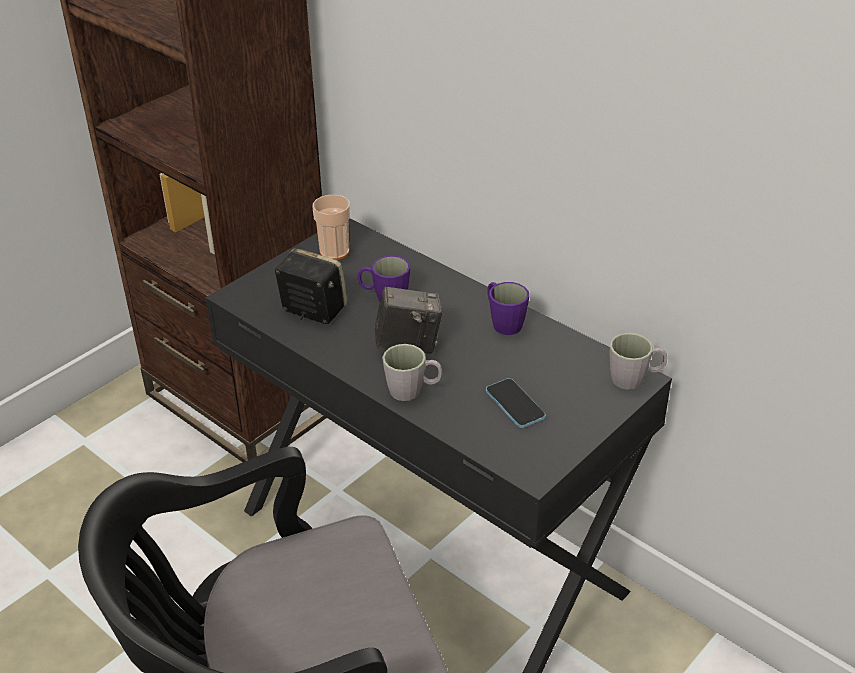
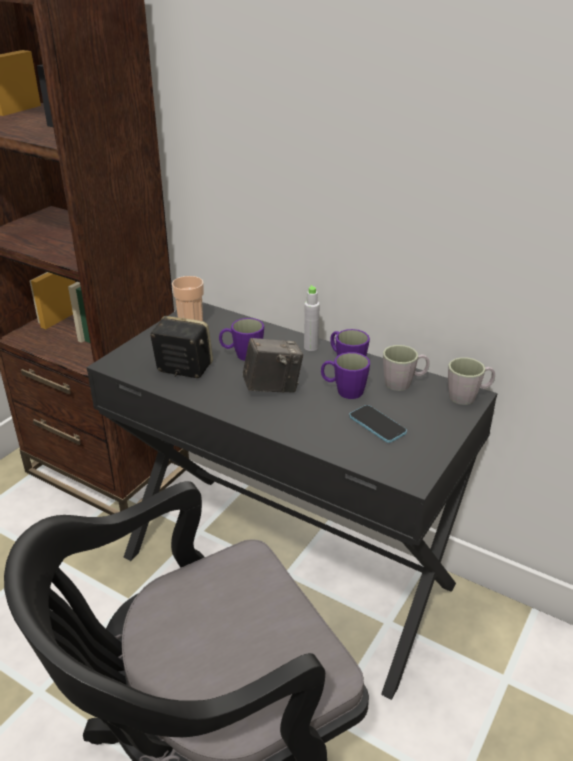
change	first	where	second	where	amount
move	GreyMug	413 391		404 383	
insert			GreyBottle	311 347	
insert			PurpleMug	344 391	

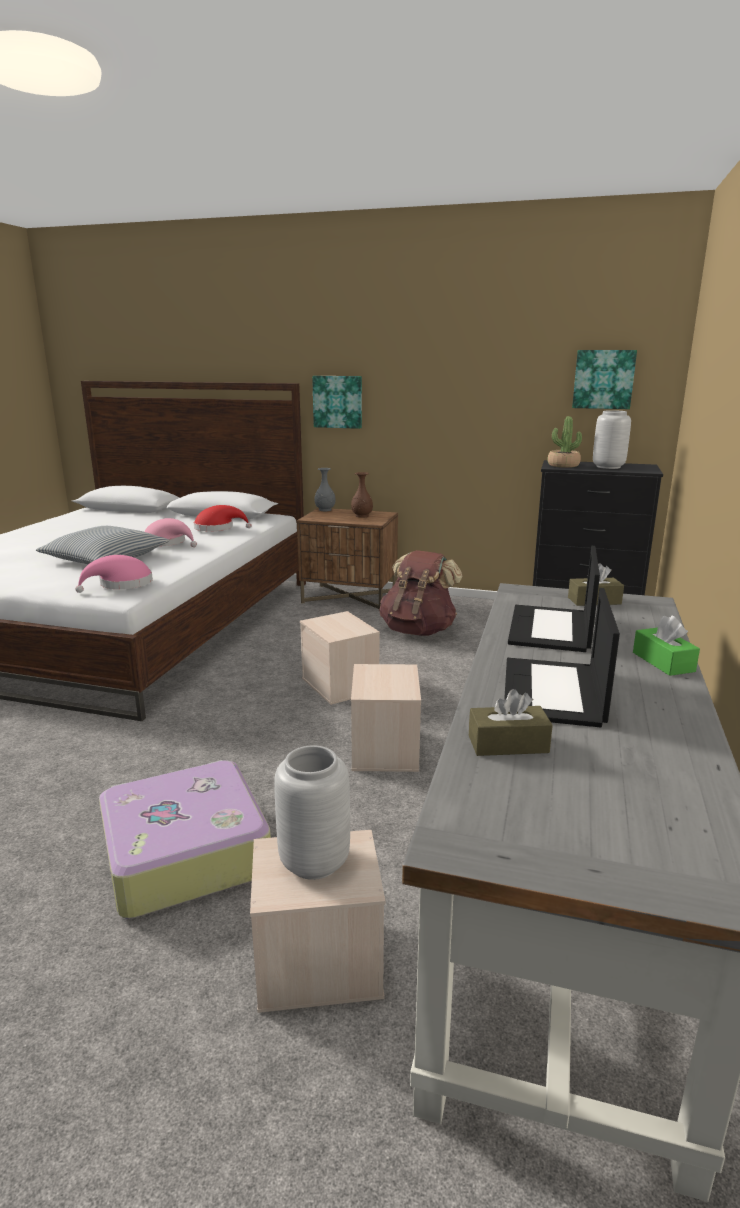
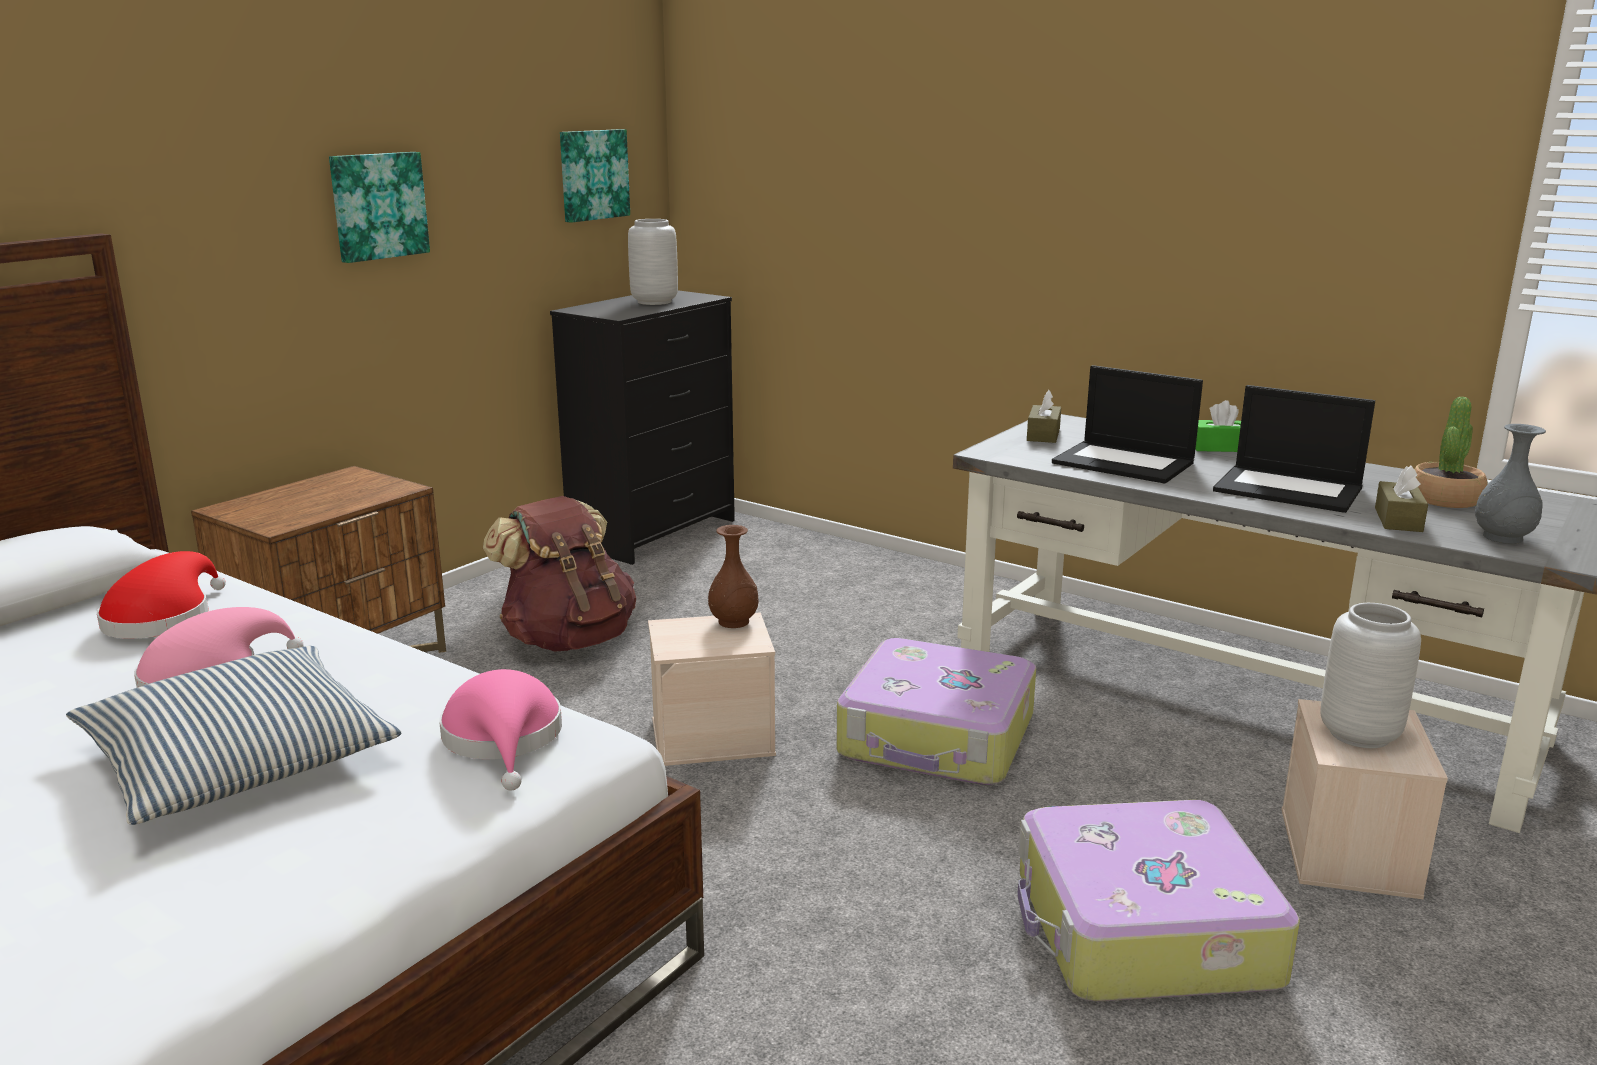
change	first	where	second	where	amount
move	Picture	338 401		378 206	
move	PottedPlant	563 465		1445 499	
move	GreyVase	324 510		1503 538	
move	BrownVase	361 516		734 622	
replace	BeigeStorageBox	386 750	Suitcase	938 737	

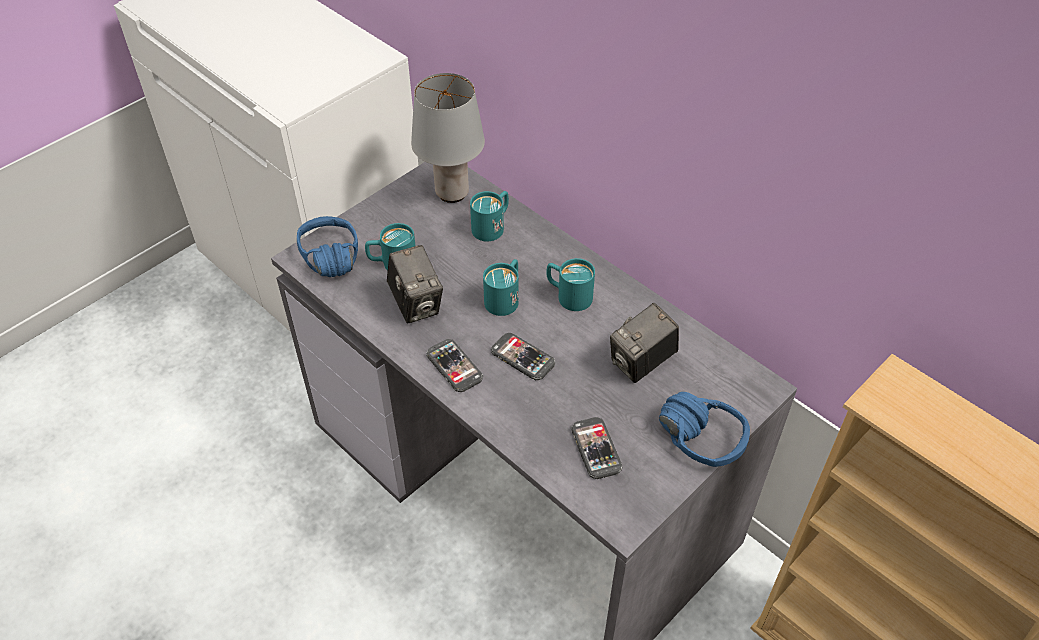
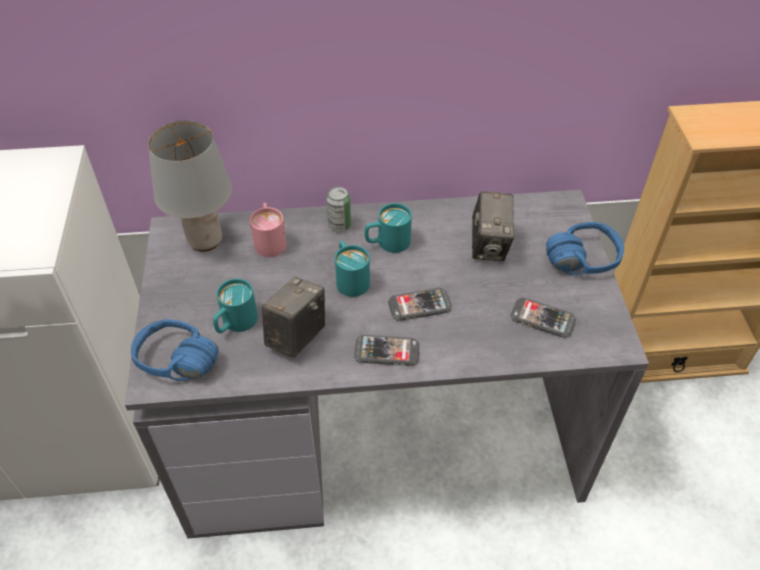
change	first	where	second	where	amount
recolor	TurquoiseMug	492 226	PinkMug	269 240	
rotate	PhotoCamera	416 304		296 335	75 degrees counterclockwise
insert			Can	339 225	

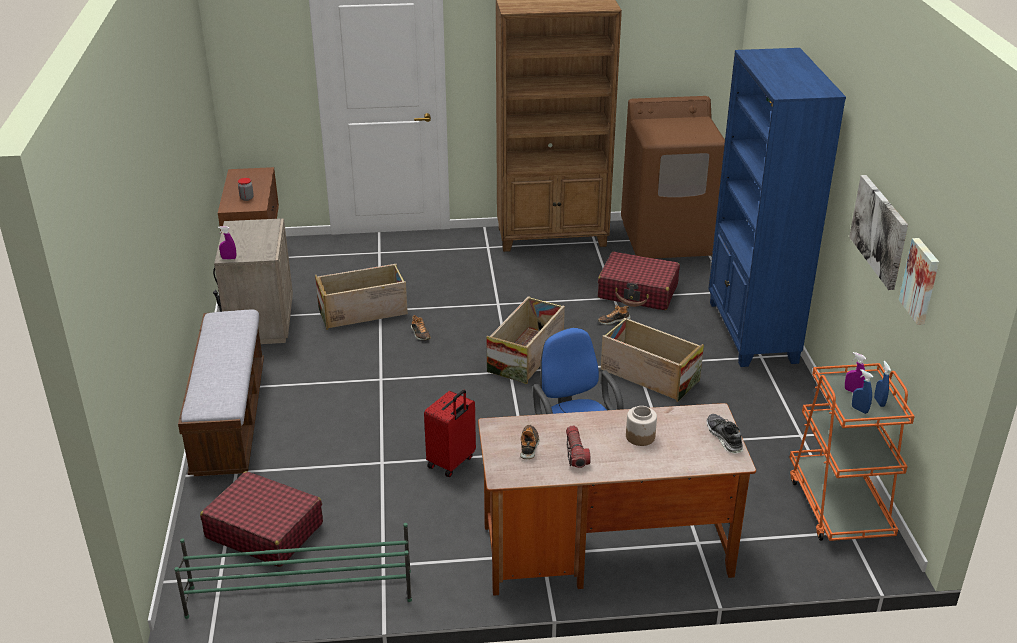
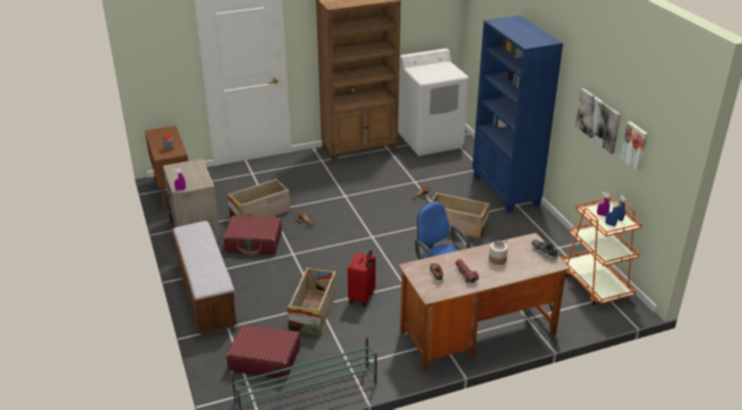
change	first	where	second	where	amount
recolor	BrownWashingMachine	667 238	WhiteWashingMachine	431 140	
move	RedSuitcase	638 292		254 242	
move	Crate	526 354		313 311	

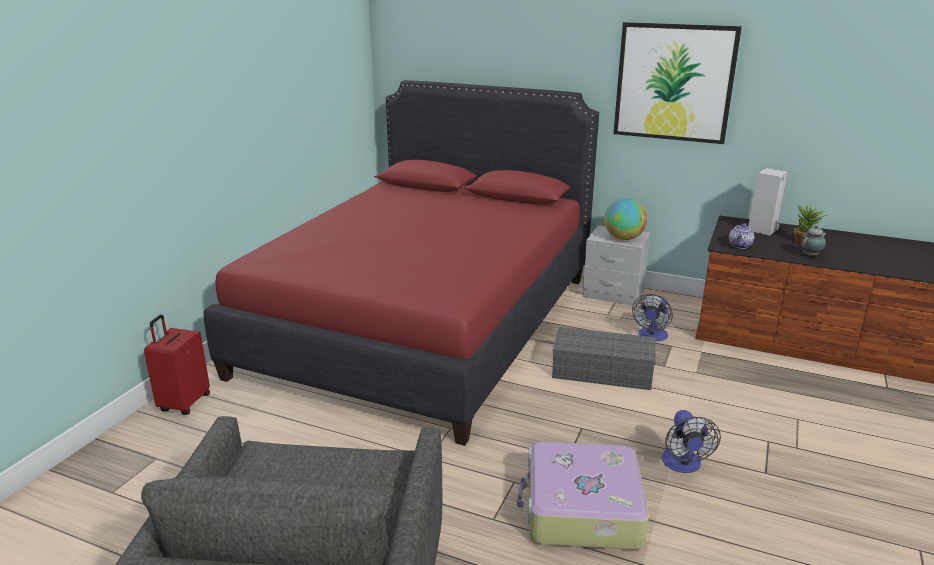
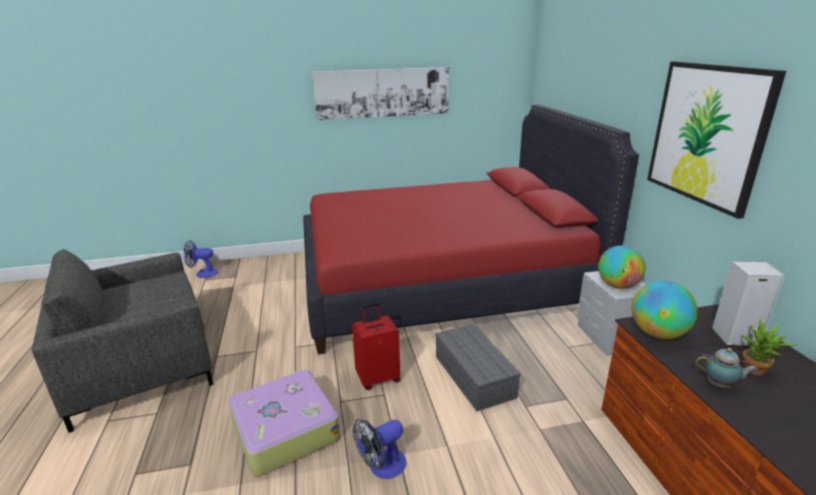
change	first	where	second	where	amount
replace	Teapot	740 246	Globe	658 334	
move	Fan	651 336		203 273	
move	RedSuitcase	184 403		378 378	
insert			Picture	382 93	

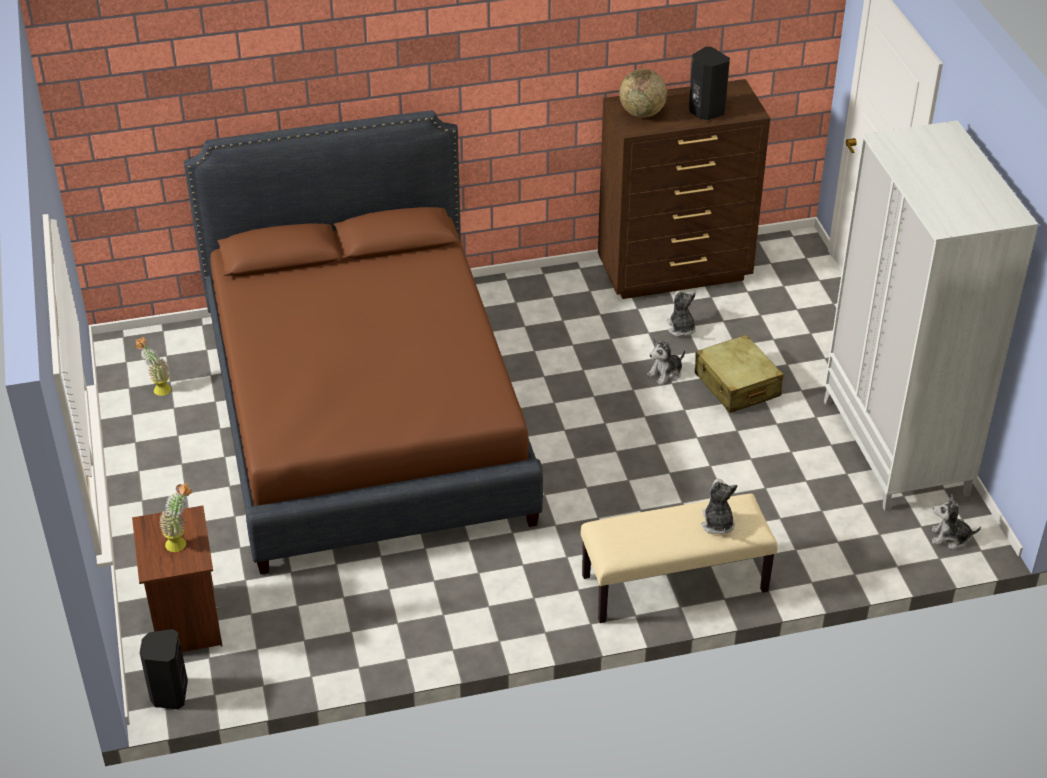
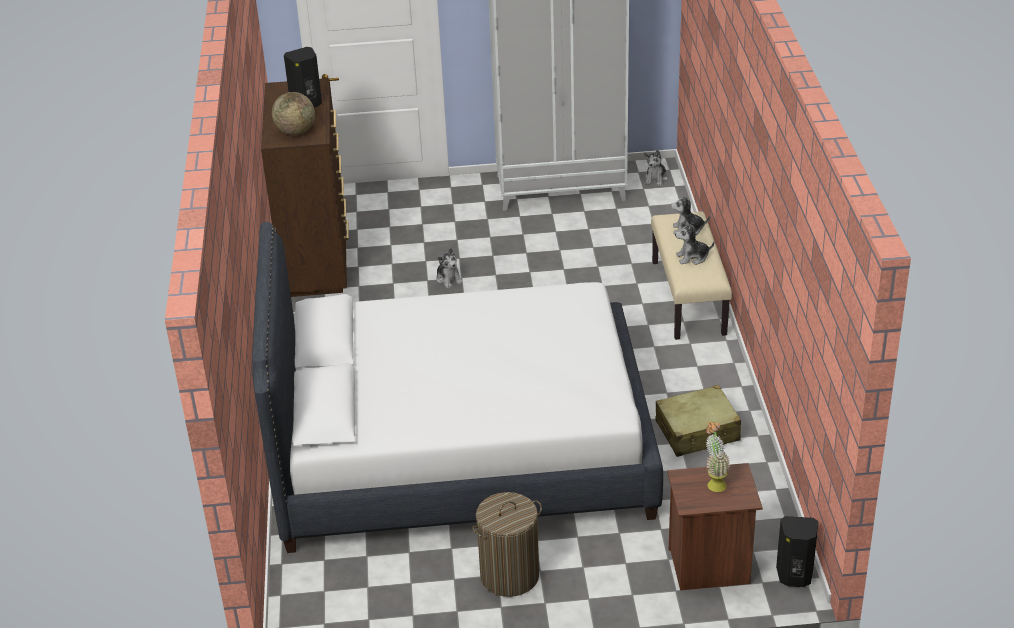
change	first	where	second	where	amount
recolor	BrownBed	366 418	WhiteBed	461 449	
move	PlushToy	681 328		692 257	
move	BeigeSuitcase	737 385		697 431	
delete	PottedPlant	158 389			
insert			LaundryBasket	509 576	

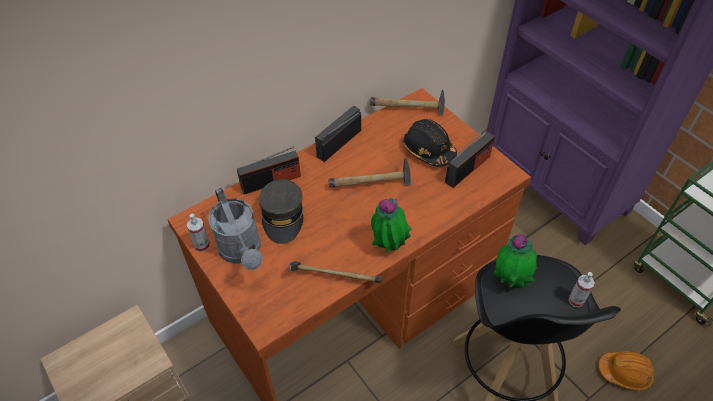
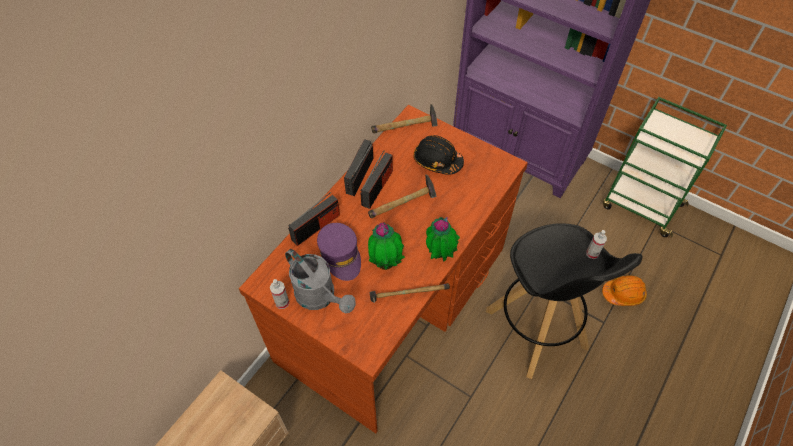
change	first	where	second	where	amount
move	Radio	468 169		377 188	
recolor	GreyCap	283 216	PurpleCap	340 255	
move	PottedPlant	510 281		386 263	

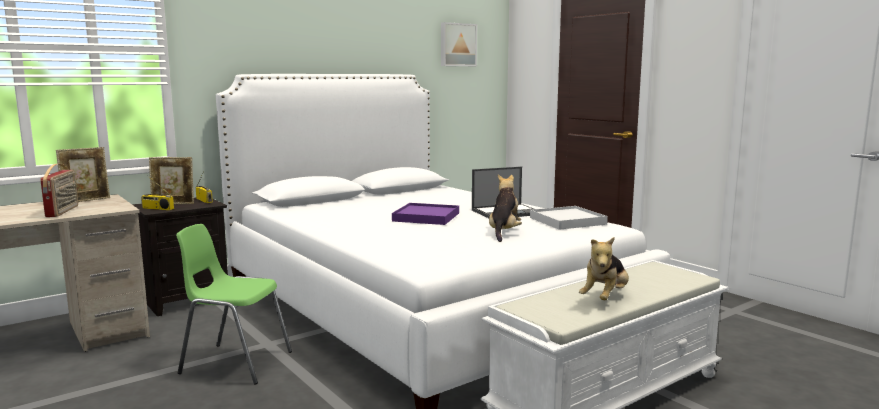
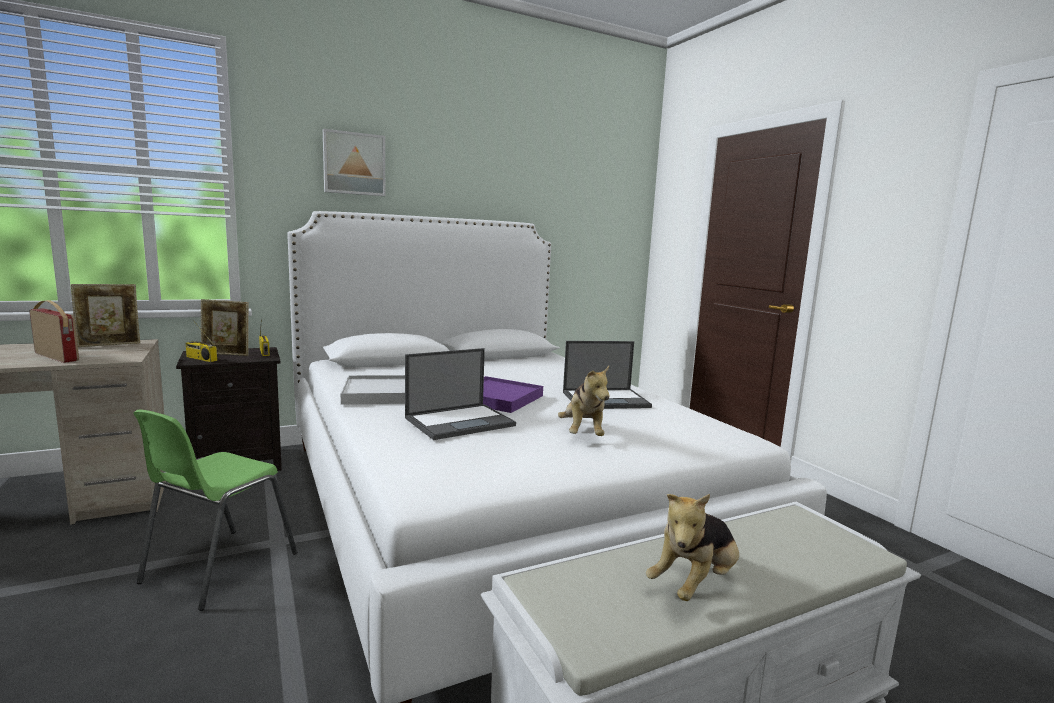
change	first	where	second	where	amount
move	Picture	457 45		354 164	
rotate	Radio	63 211		57 357	60 degrees counterclockwise
rotate	PlushToy	504 232		582 433	150 degrees clockwise
move	WhiteTray	567 221		380 394	
rotate	GreenChair	235 362		218 568	90 degrees counterclockwise
insert			Laptop	460 421	

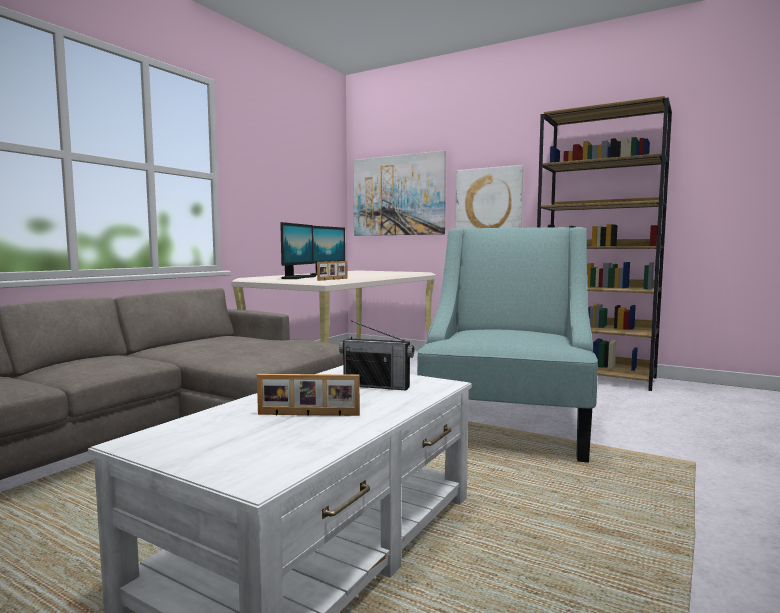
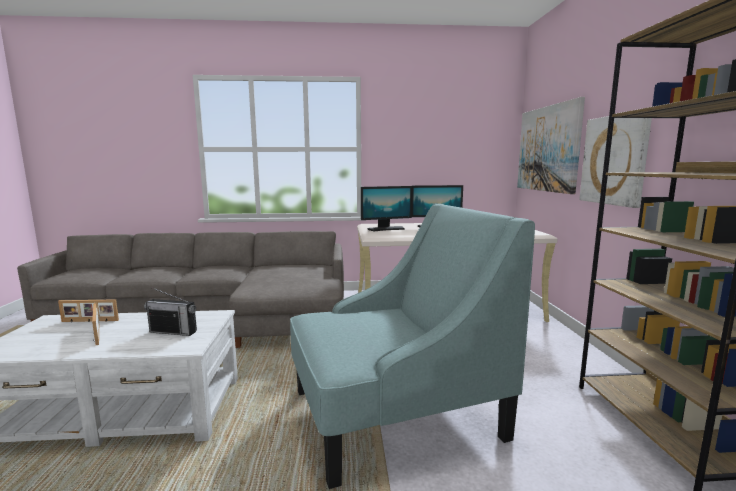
change	first	where	second	where	amount
move	PictureFrame	333 279		89 321	
rotate	Radio	377 386		173 332	60 degrees counterclockwise

